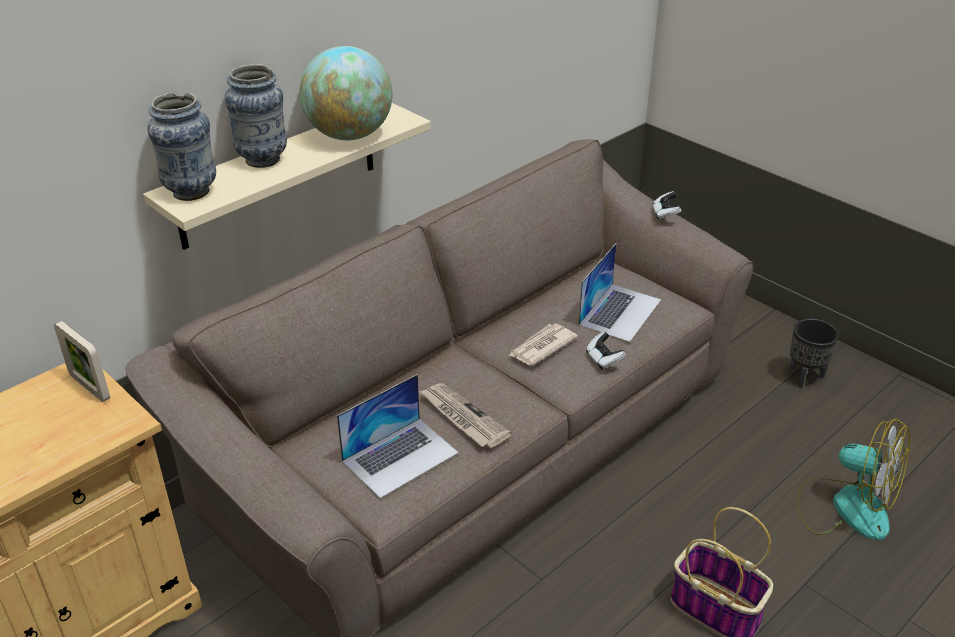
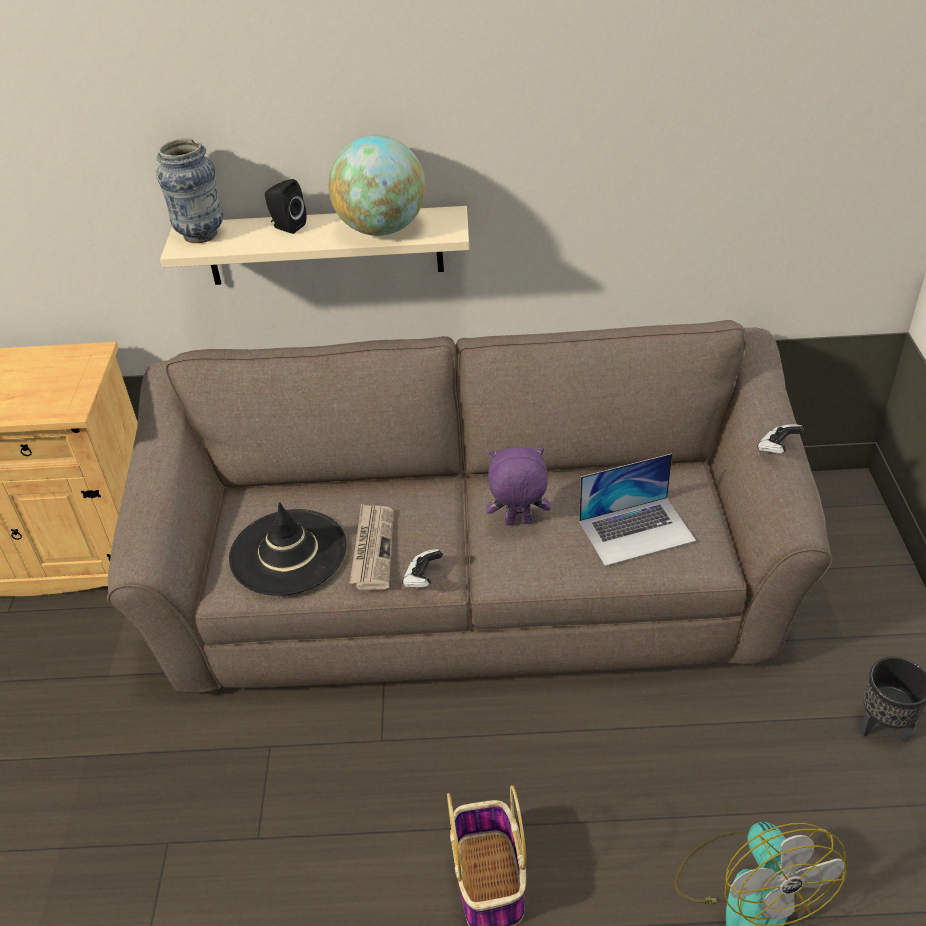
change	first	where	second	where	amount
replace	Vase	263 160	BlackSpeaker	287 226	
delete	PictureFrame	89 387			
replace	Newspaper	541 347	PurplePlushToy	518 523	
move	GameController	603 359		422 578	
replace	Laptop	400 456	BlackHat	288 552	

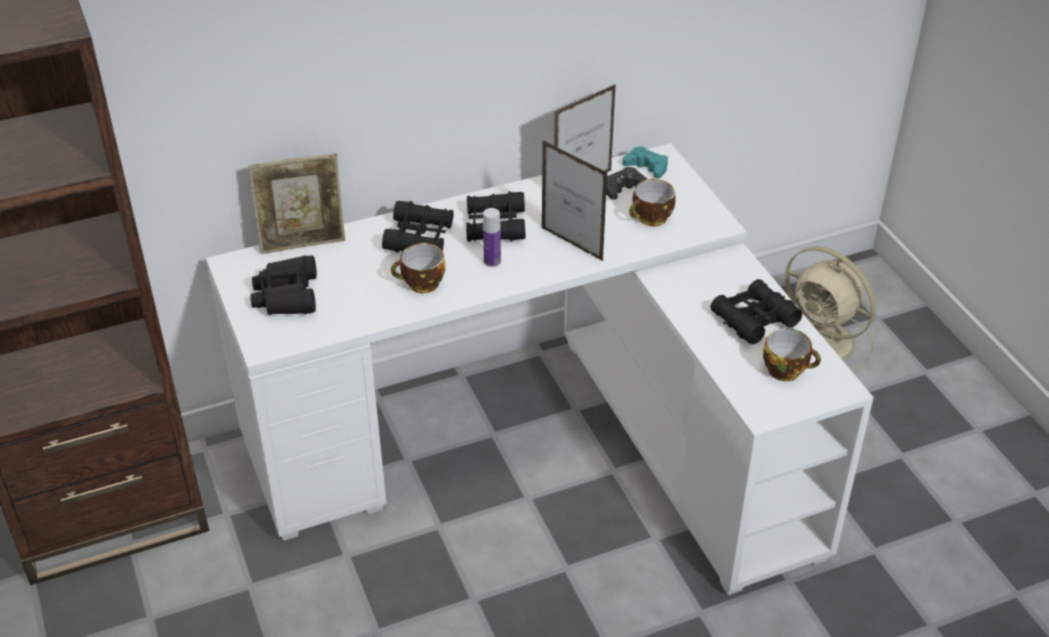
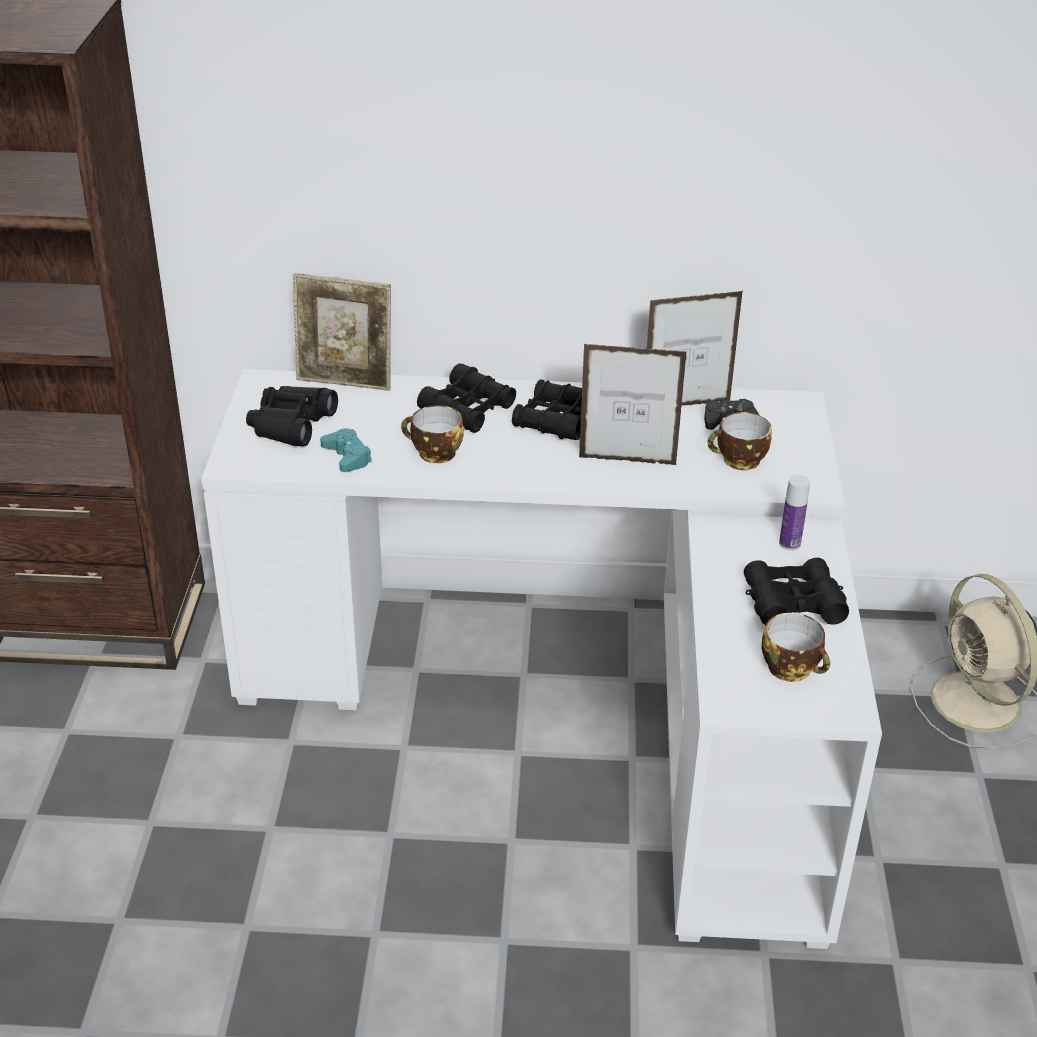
change	first	where	second	where	amount
rotate	PictureFrame	572 244		627 461	60 degrees counterclockwise
move	TurquoiseGameController	647 167		347 456	
move	Bottle	492 261		789 543	

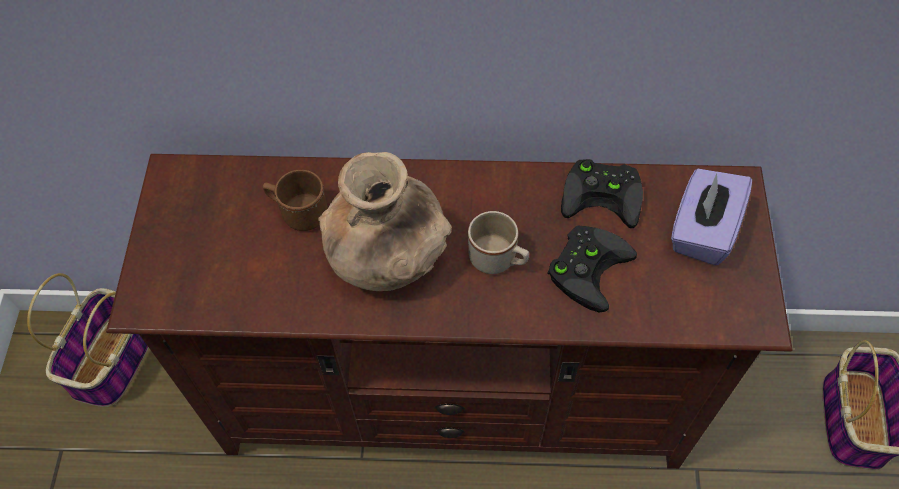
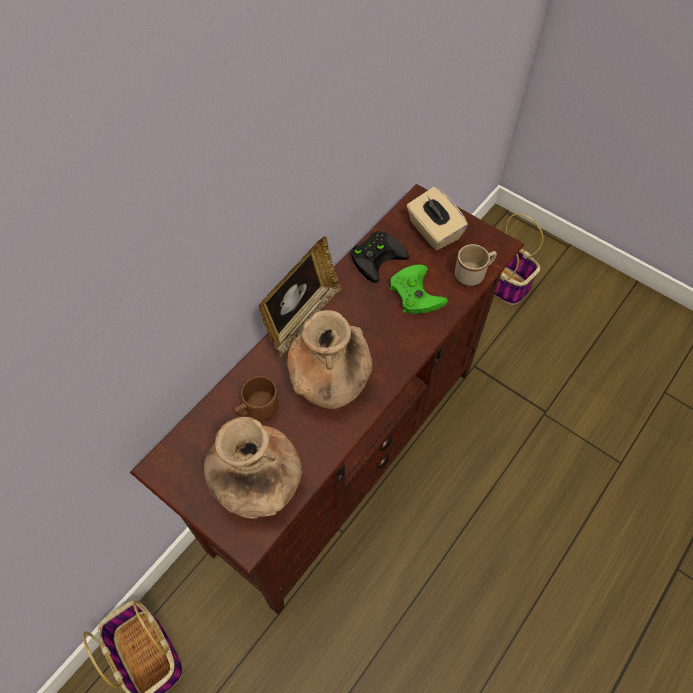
change	first	where	second	where	amount
recolor	PurpleTissueBox	702 230	BeigeTissueBox	433 231	
move	BeigeMug	498 260		473 274	
recolor	BlackGameController	587 266	GreenGameController	413 292	
insert			PictureFrame	302 318	
insert			BrownVase	257 484	

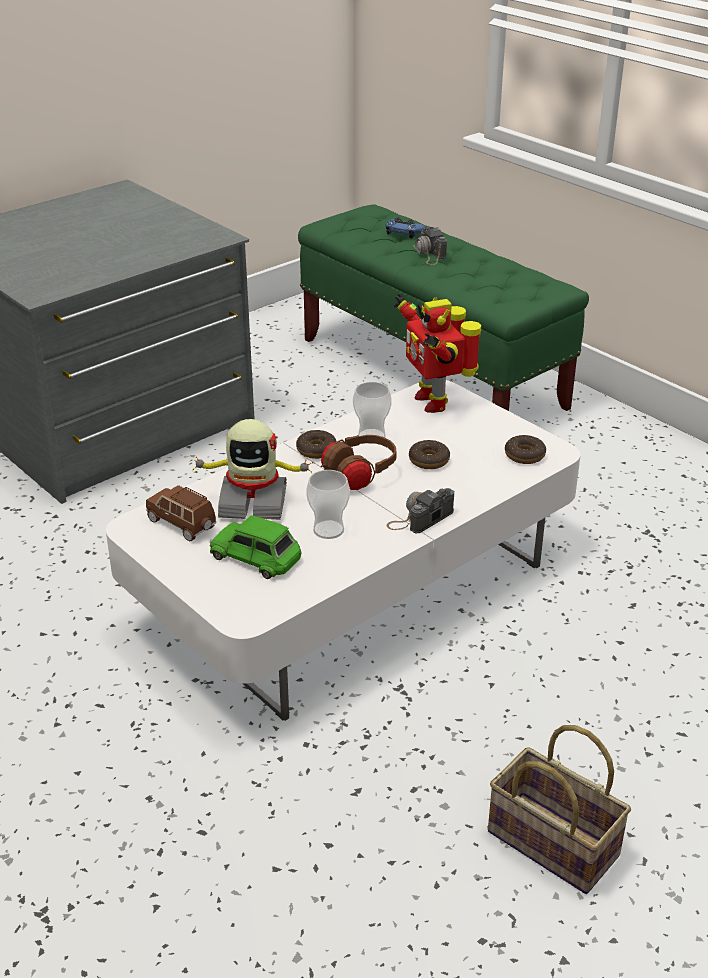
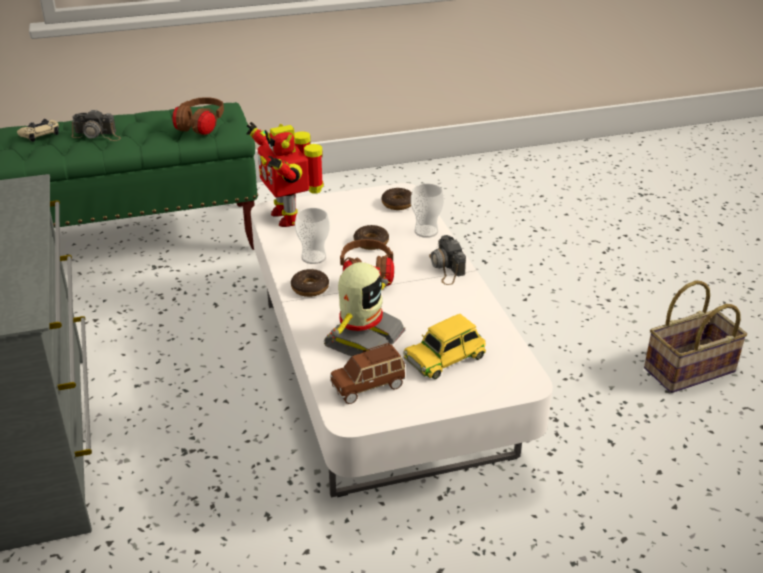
change	first	where	second	where	amount
recolor	BlueGameController	404 232	BeigeGameController	40 134	
rotate	ToyRobot	433 401		287 216	60 degrees clockwise
move	Cup	328 530		426 231	
recolor	GreenToyCar	257 556	YellowToyCar	445 356	
insert			BrownHeadphones	201 128	

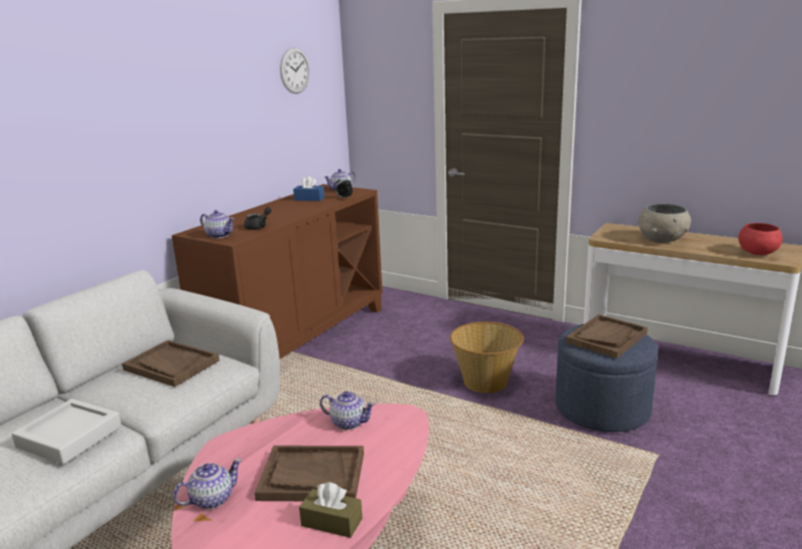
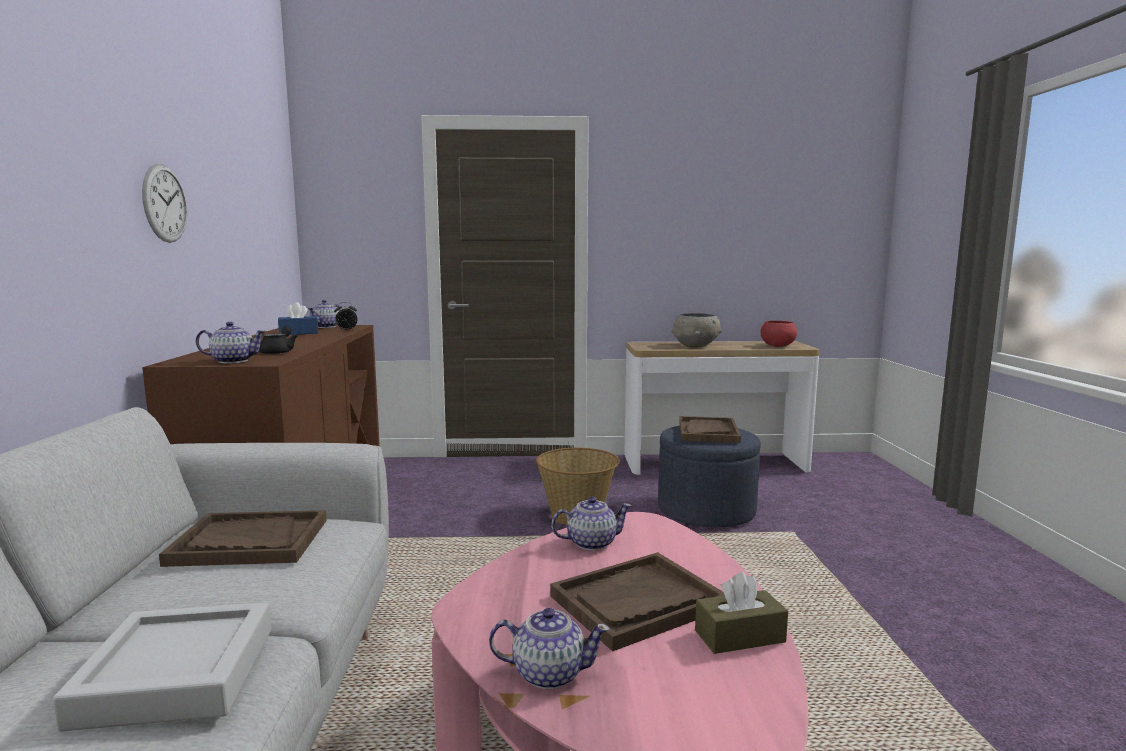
change	first	where	second	where	amount
move	WallClock	294 70		165 203	
rotate	Teapot	211 499		548 673	75 degrees clockwise

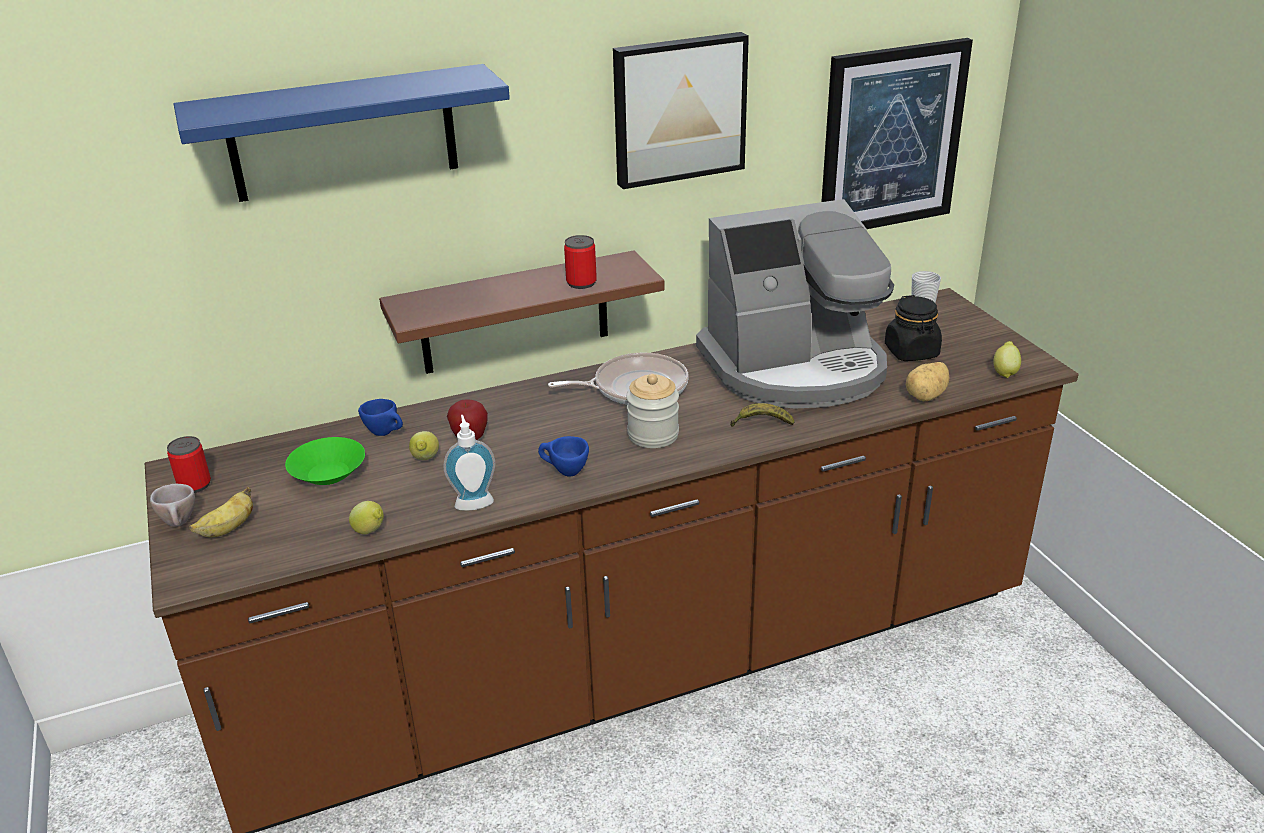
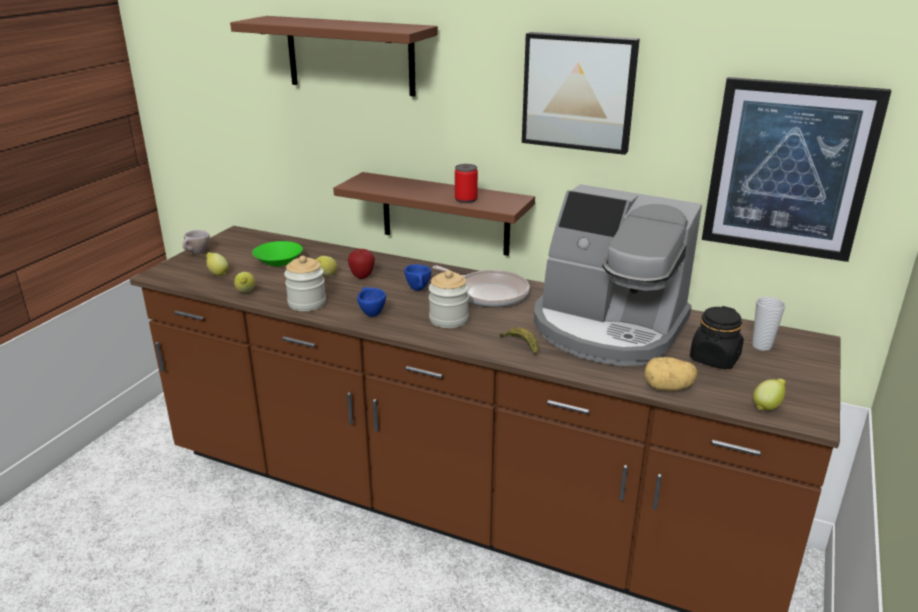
change	first	where	second	where	amount
recolor	BlueShelf	343 134	BrownShelf	350 55	
move	BlueCup	386 433		419 290	
replace	SoapDispenser	473 501	Jar	307 303	
delete	Can	194 485			
delete	Banana	228 529			
insert			Lemon	218 274	

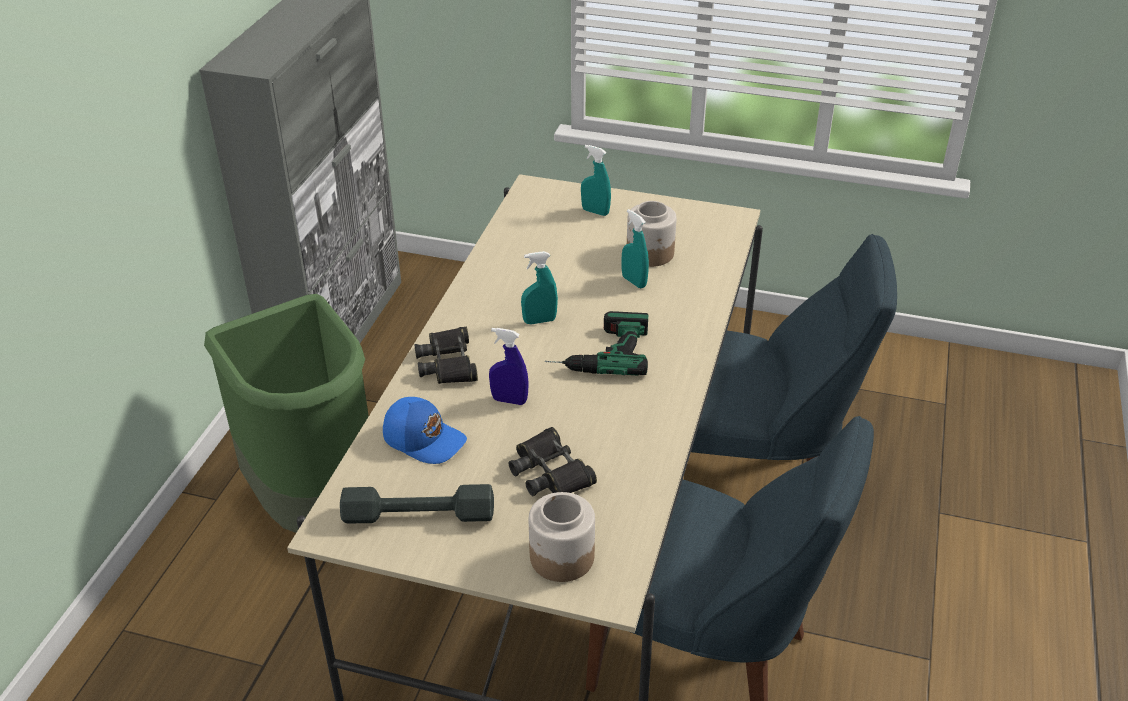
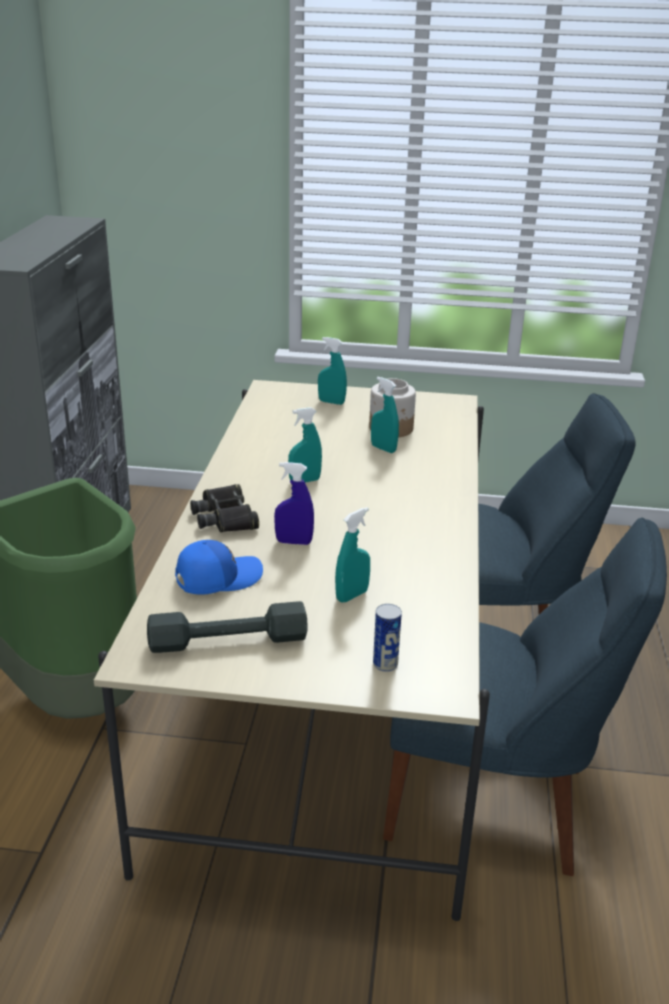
change	first	where	second	where	amount
delete	PowerDrill	598 351			
rotate	BlueCap	424 438		217 577	45 degrees counterclockwise
replace	BlackBinoculars	550 472	TurquoiseSprayBottle	352 595	
replace	Jar	561 556	Can	385 664	

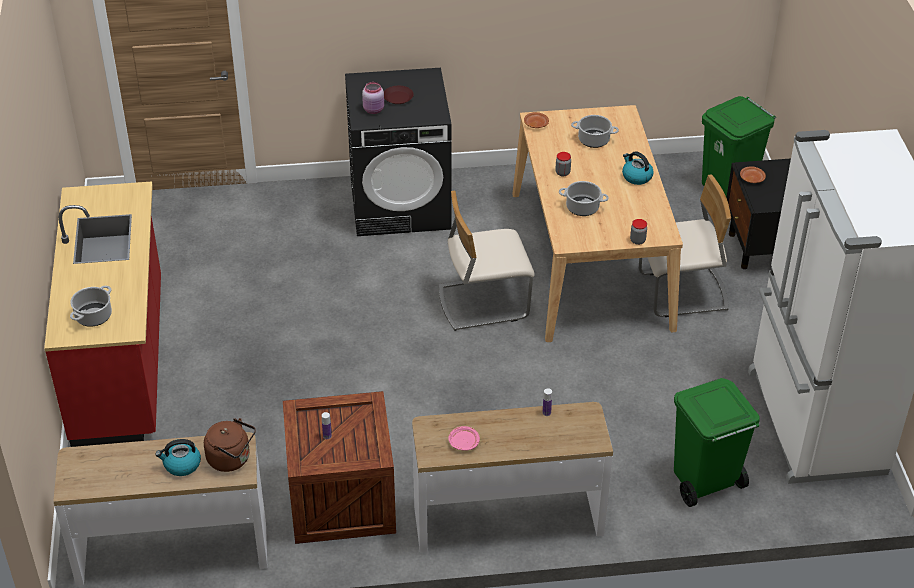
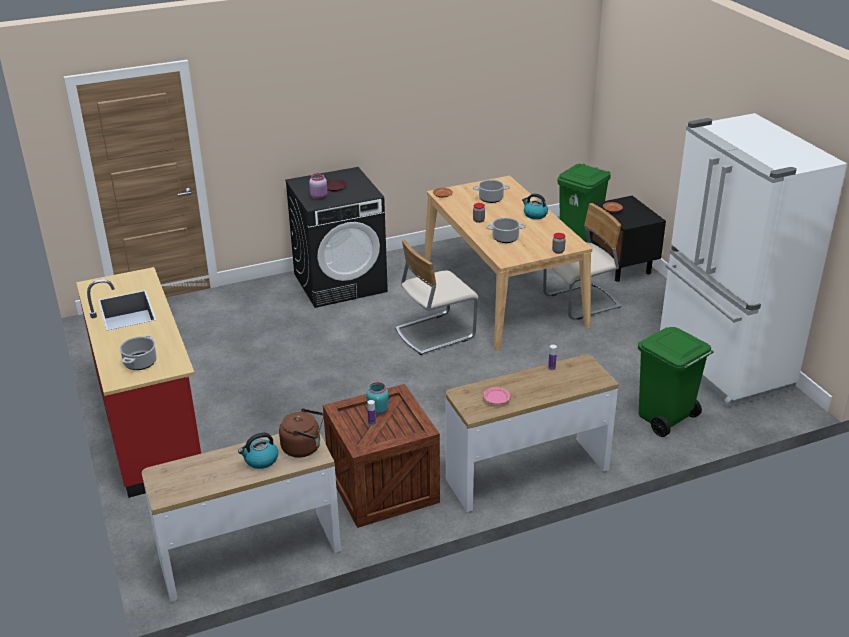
change	first	where	second	where	amount
insert			TurquoiseJar	378 410	

